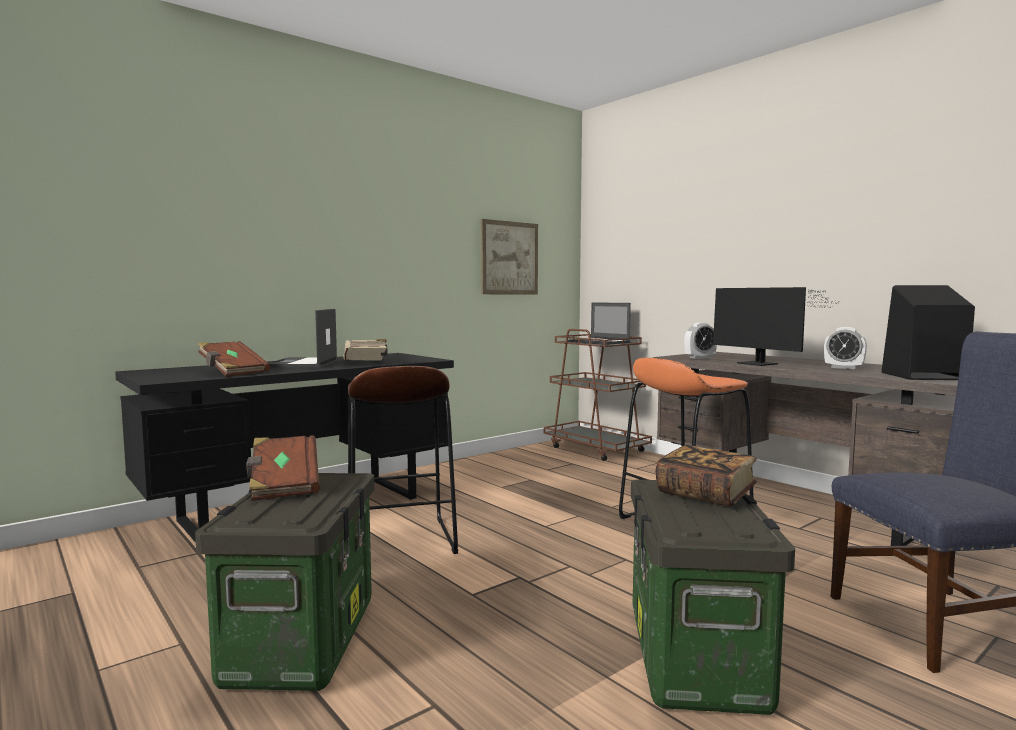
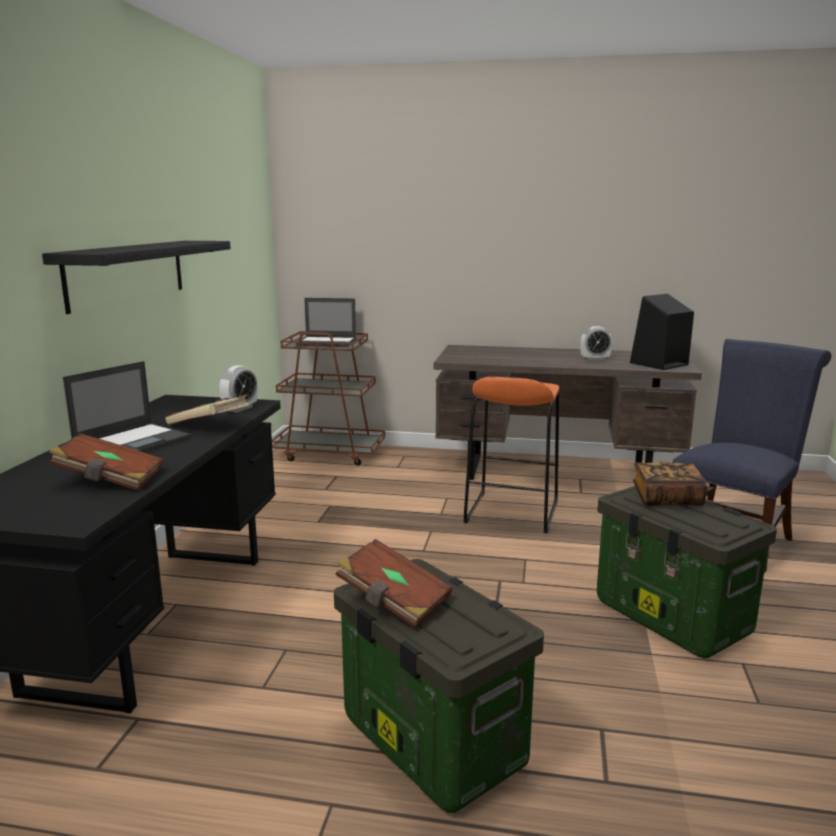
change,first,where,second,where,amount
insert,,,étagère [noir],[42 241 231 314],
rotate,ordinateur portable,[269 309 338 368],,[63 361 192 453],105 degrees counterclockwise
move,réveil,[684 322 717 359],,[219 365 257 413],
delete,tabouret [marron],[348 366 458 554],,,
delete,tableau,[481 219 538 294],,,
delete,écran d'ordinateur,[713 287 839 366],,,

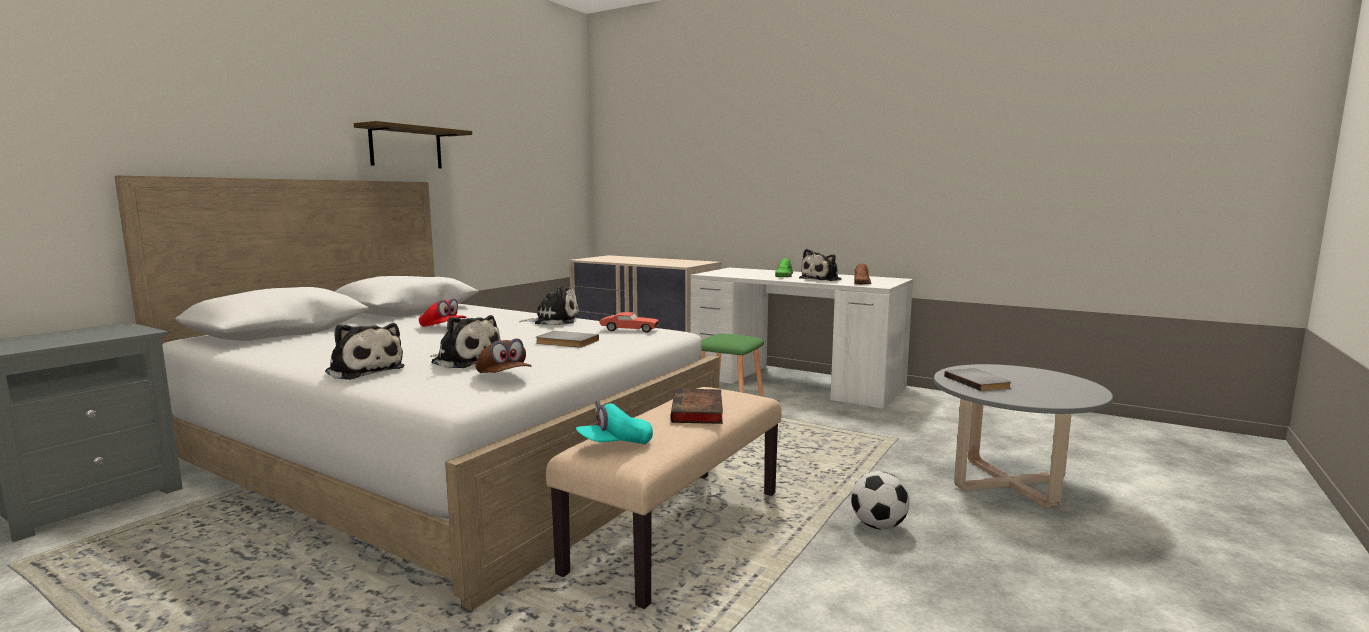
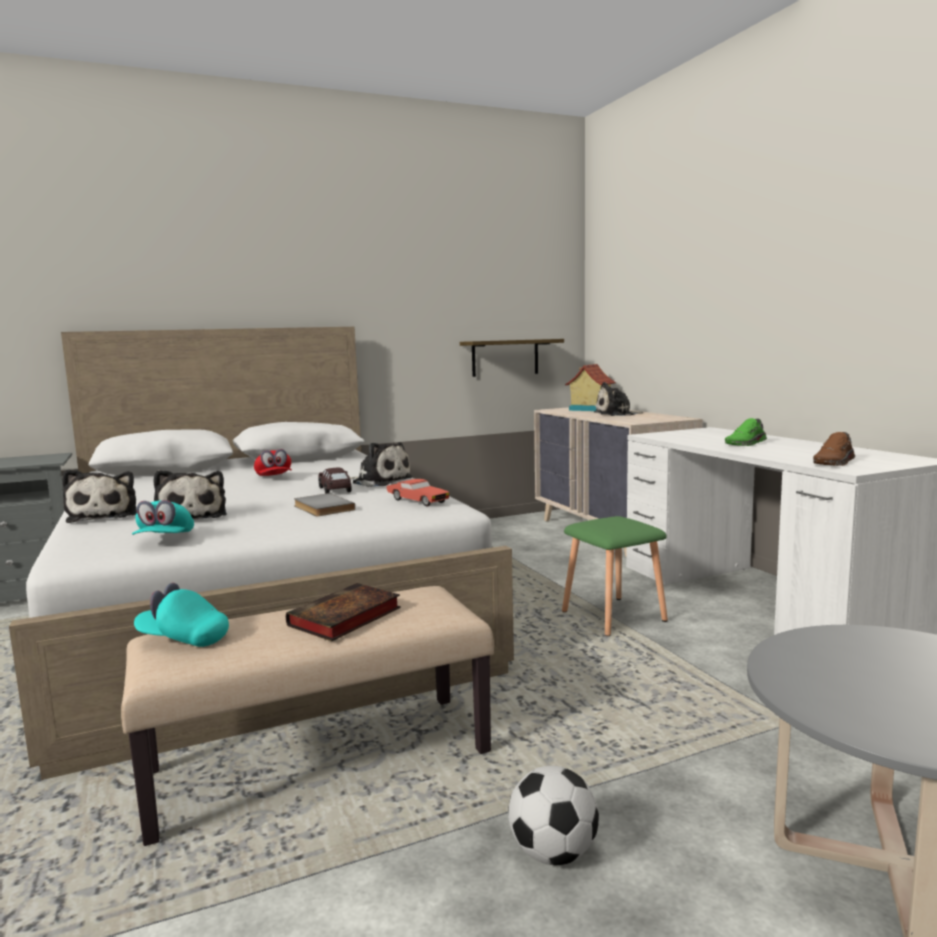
change,first,where,second,where,amount
recolor,casquette [marron],[475 338 531 373],casquette [turquoise],[132 500 194 535],
insert,,,petite voiture [marron],[318 468 352 494],
move,étagère,[354 121 472 168],,[460 339 564 377],
insert,,,maison miniature,[565 364 616 411],
move,peluche,[799 249 842 281],,[594 382 643 416],
delete,livre [gris],[944 368 1012 391],,,

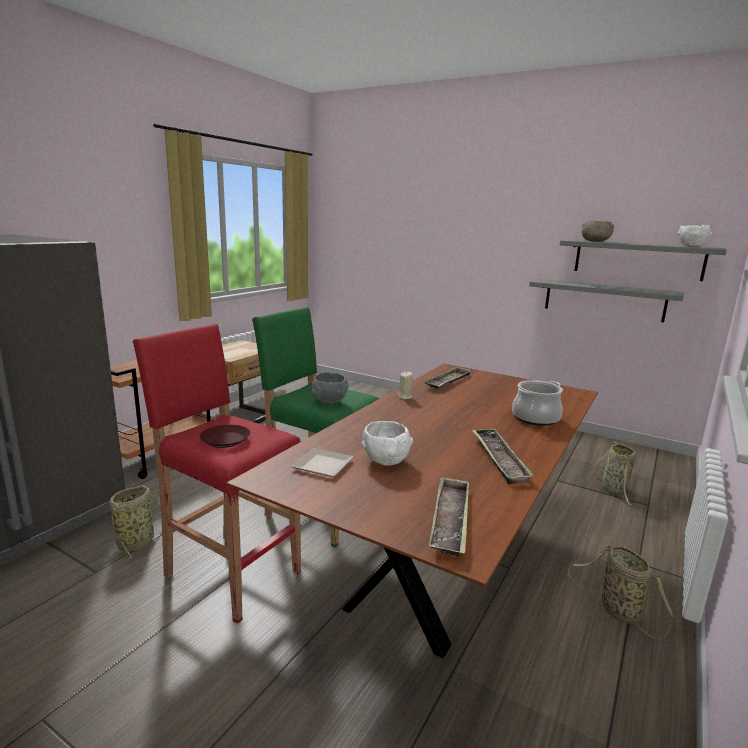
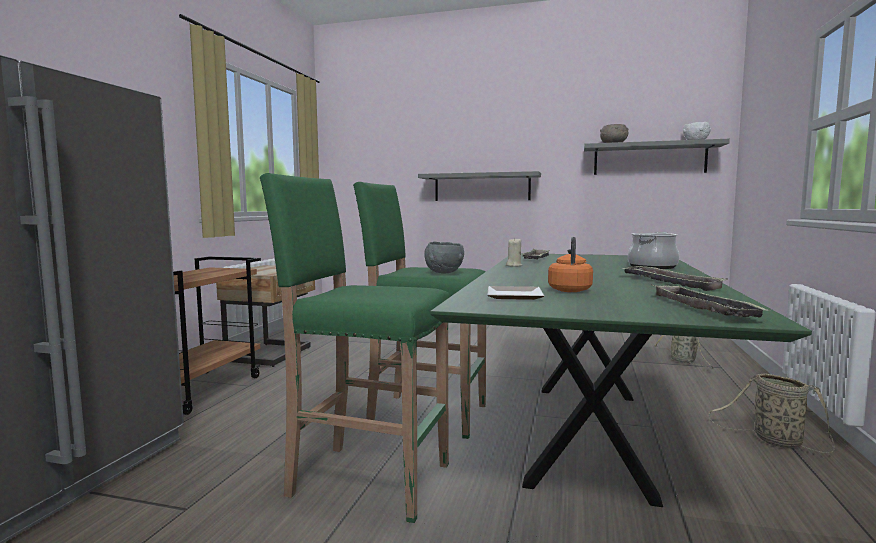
change,first,where,second,where,amount
recolor,tabouret [rouge],[133 324 301 624],tabouret [vert],[260 173 450 523],
move,étagère [gris],[529 279 684 322],,[418 171 541 201],
recolor,table à manger [marron],[226 364 598 658],table à manger [vert],[430 253 812 507],
replace,bol [blanc],[362 421 413 466],bouilloire [orange],[548 237 593 292],
delete,panier,[106 486 161 563],,,
delete,assiette [marron],[199 425 250 448],,,

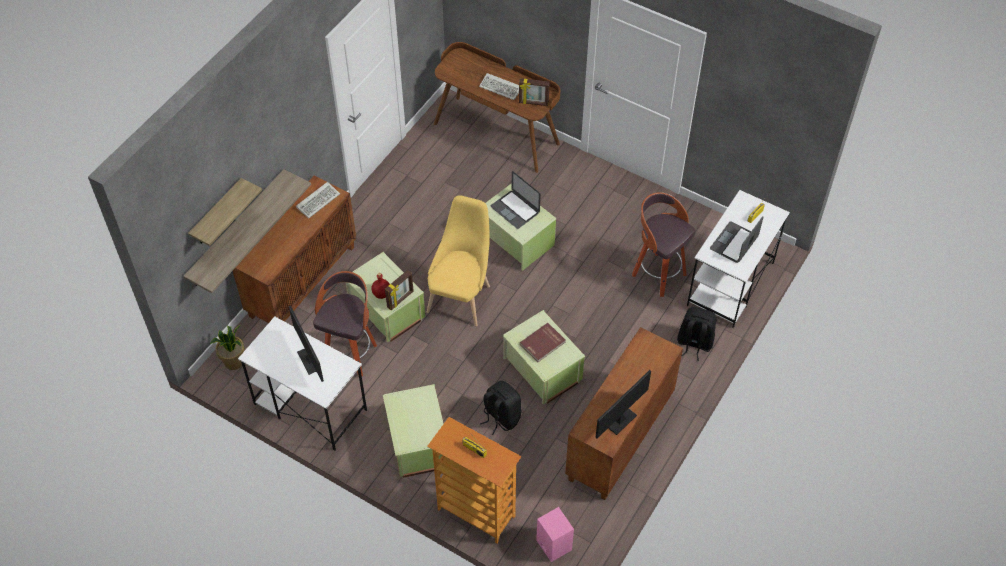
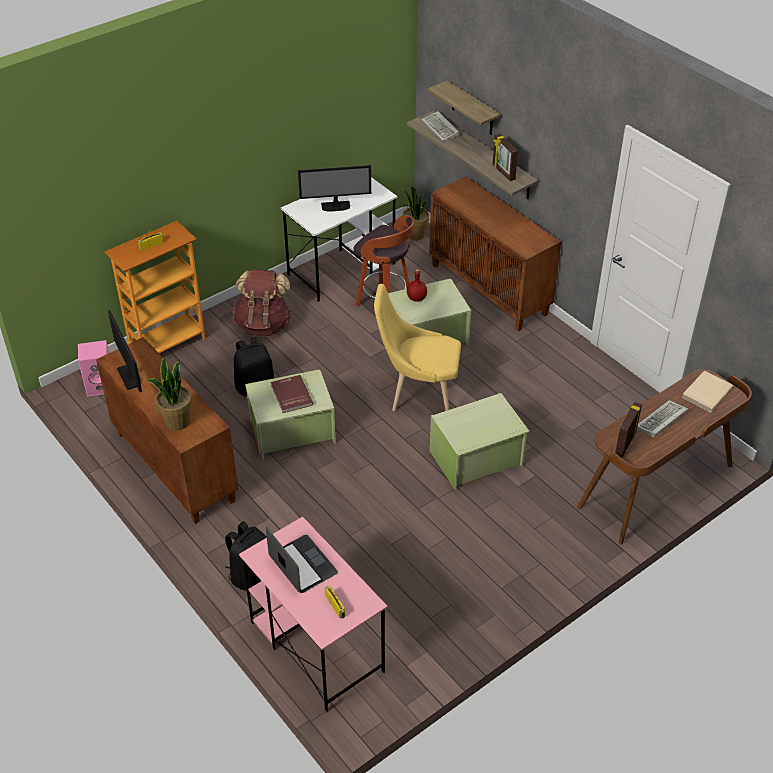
change,first,where,second,where,amount
insert,,,plante en pot,[147 357 192 431],
replace,boîte de rangement [vert],[383 384 444 478],sac à dos [marron],[232 269 292 336],
recolor,bureau [blanc],[687 190 790 328],bureau [rose],[239 516 388 712],
rotate,chaise [jaune],[427 195 490 326],,[374 284 461 411],150 degrees clockwise
move,clavier,[296 182 340 218],,[421 111 460 141],
move,cadre photo,[385 270 414 310],,[493 134 518 181],
insert,,,livre [beige],[682 371 734 412],
delete,ordinateur portable,[491 171 541 229],,,
delete,tabouret,[632 192 695 297],,,

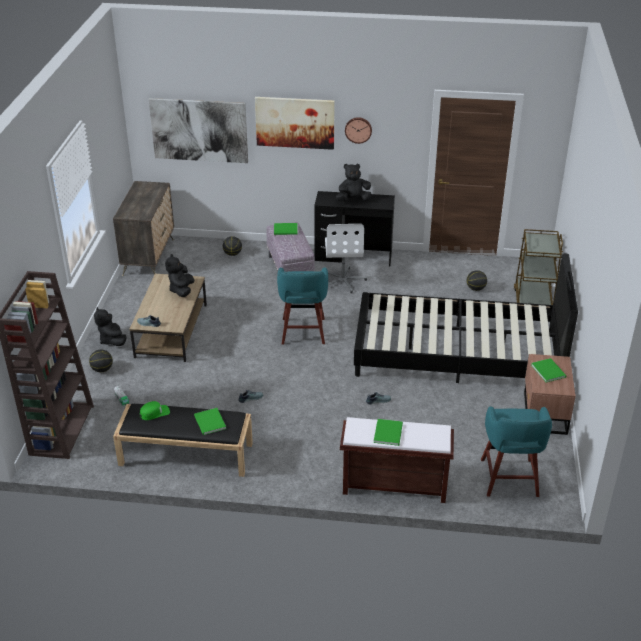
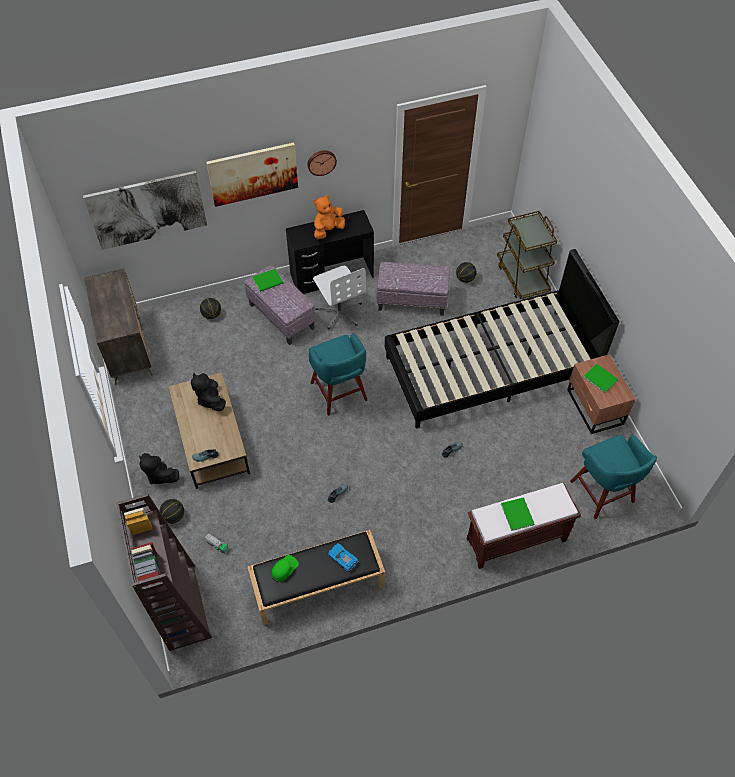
change,first,where,second,where,amount
recolor,peluche [noir],[336 164 372 202],peluche [orange],[314 195 345 239],
replace,livre [vert],[194 408 226 435],petite voiture,[327 544 359 573],
insert,,,pouf,[376 262 450 316],

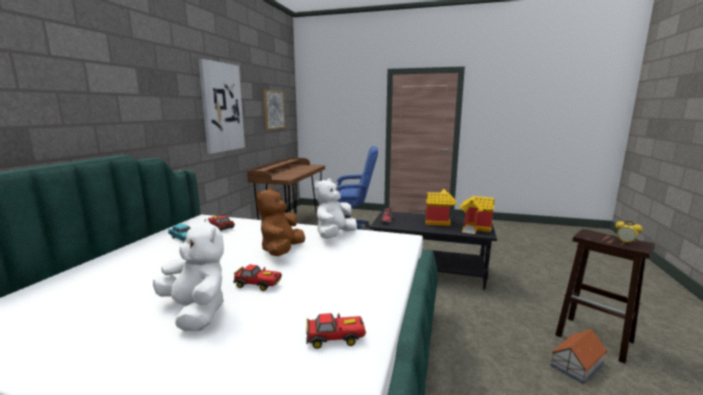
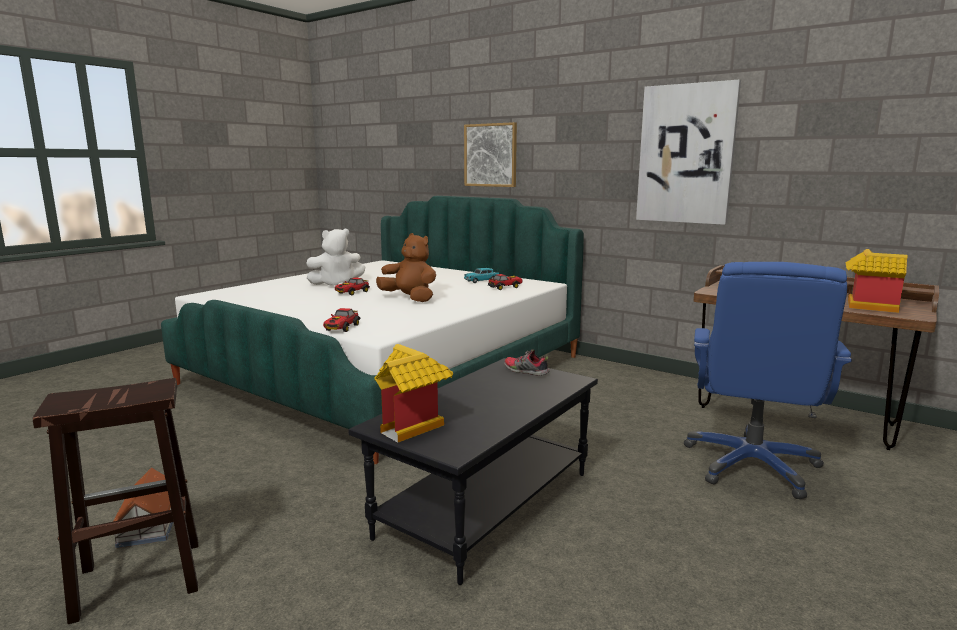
change,first,where,second,where,amount
move,petite voiture,[307 313 366 349],,[323 308 360 332],
move,tableau,[263 90 285 130],,[464 122 517 187],
move,maison miniature,[426 189 457 226],,[845 249 908 313],
delete,peluche [blanc],[314 179 357 239],,,
delete,réveil,[615 220 643 244],,,

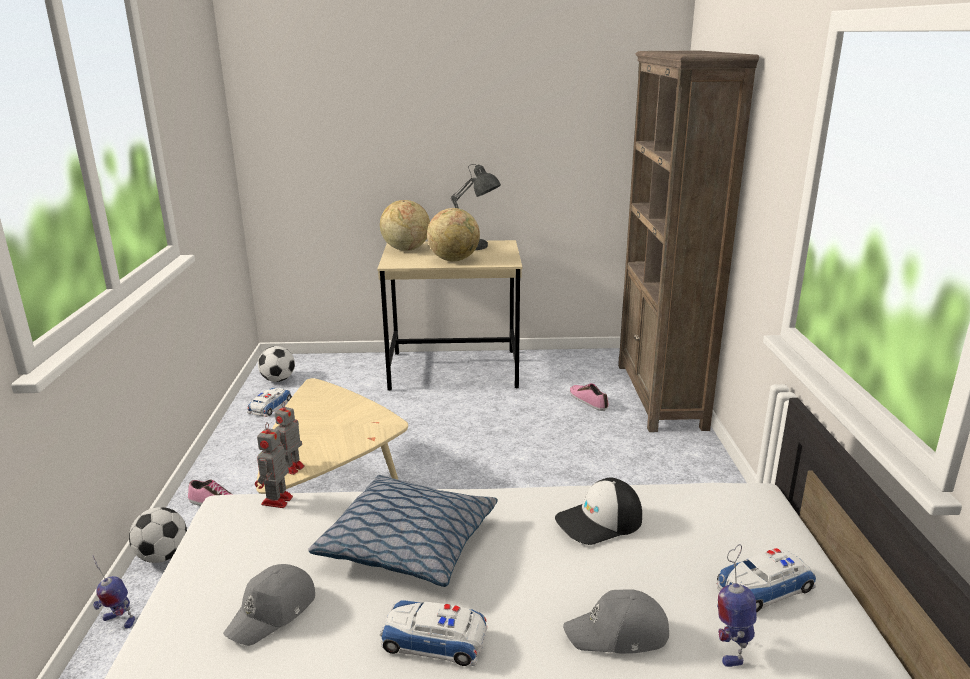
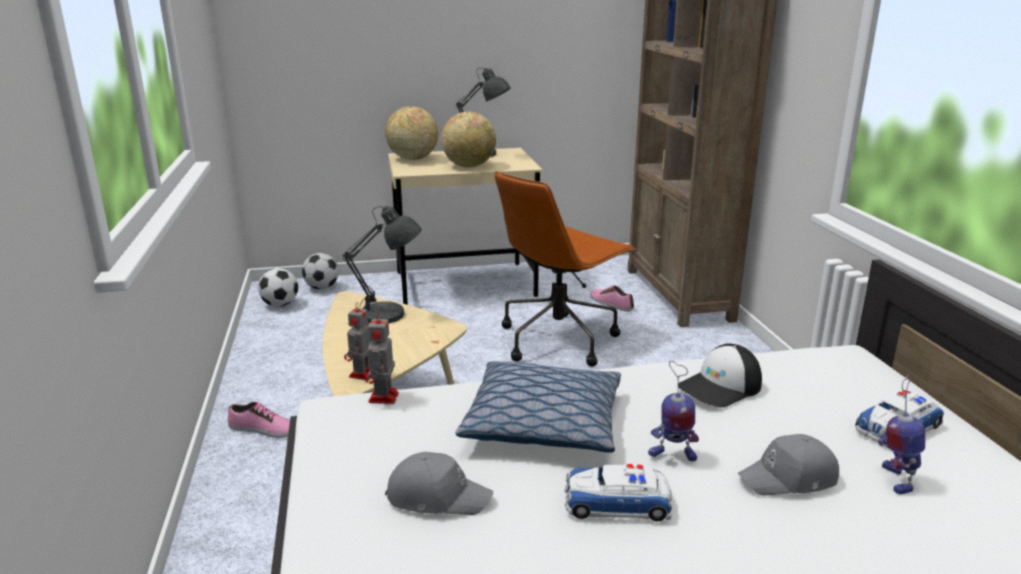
change,first,where,second,where,amount
move,ballon de foot,[129 507 187 563],,[302 253 339 289],
insert,,,lampe de table [gris],[342 206 422 324],
rotate,casquette [gris],[223 564 315 646],,[385 452 493 515],105 degrees counterclockwise
insert,,,chaise de bureau [marron],[495 171 636 367],
move,robot jouet,[93 556 135 629],,[648 361 699 461],
delete,petite voiture,[247 388 292 417],,,

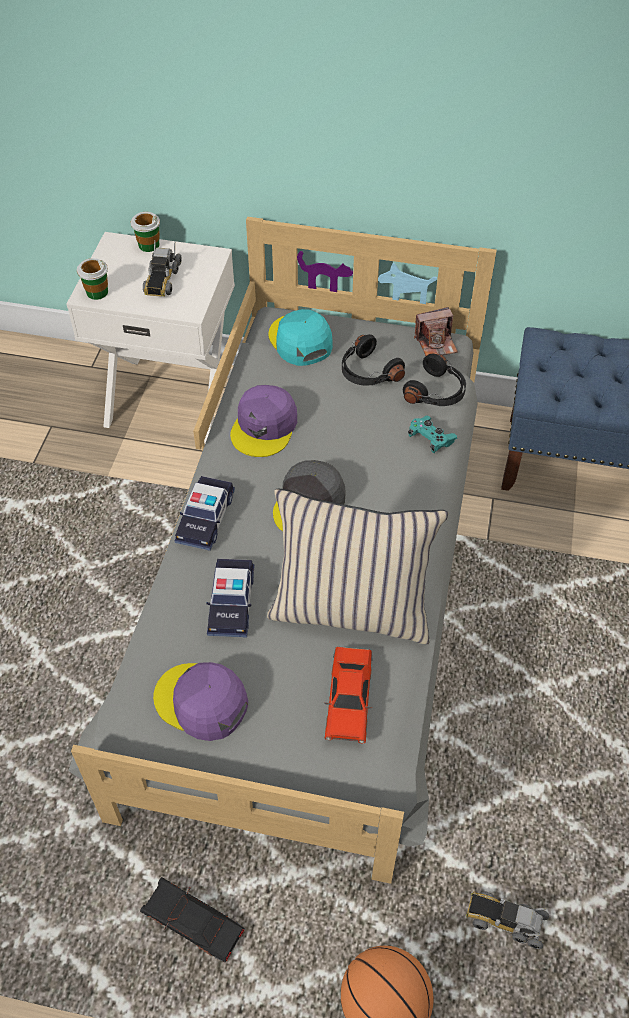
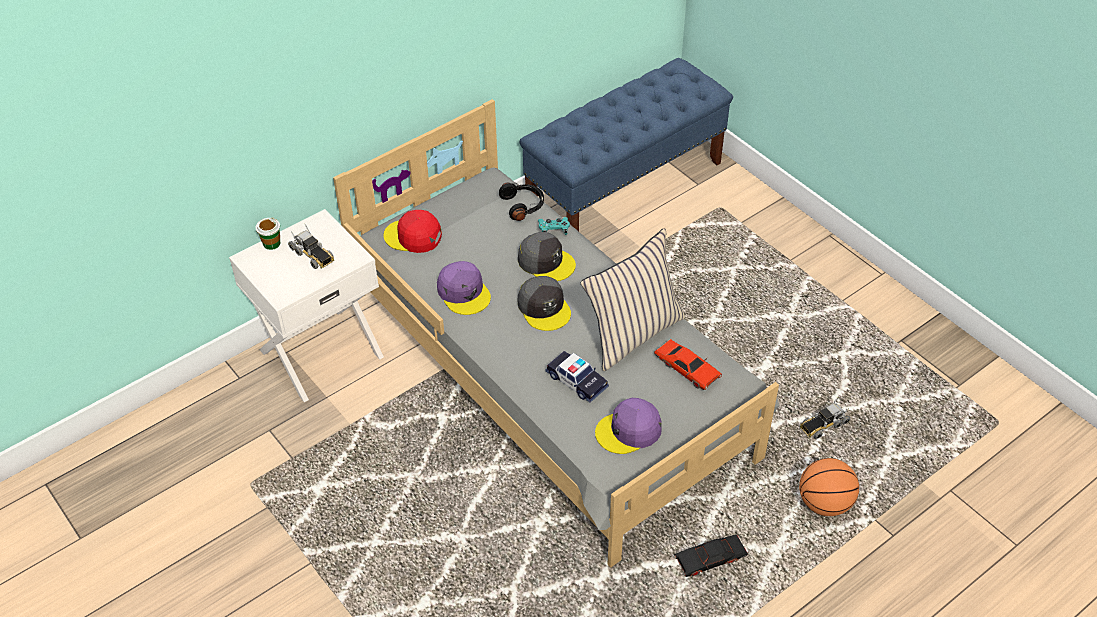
change,first,where,second,where,amount
recolor,casquette [turquoise],[268 309 333 366],casquette [rouge],[384 210 442 253],
insert,,,casquette [gris],[518 232 576 281],
delete,tasse,[77 258 108 300],,,
delete,petite voiture,[175 476 235 551],,,
delete,casque audio [noir],[342 334 405 386],,,
delete,appareil photo,[414 307 458 356],,,

